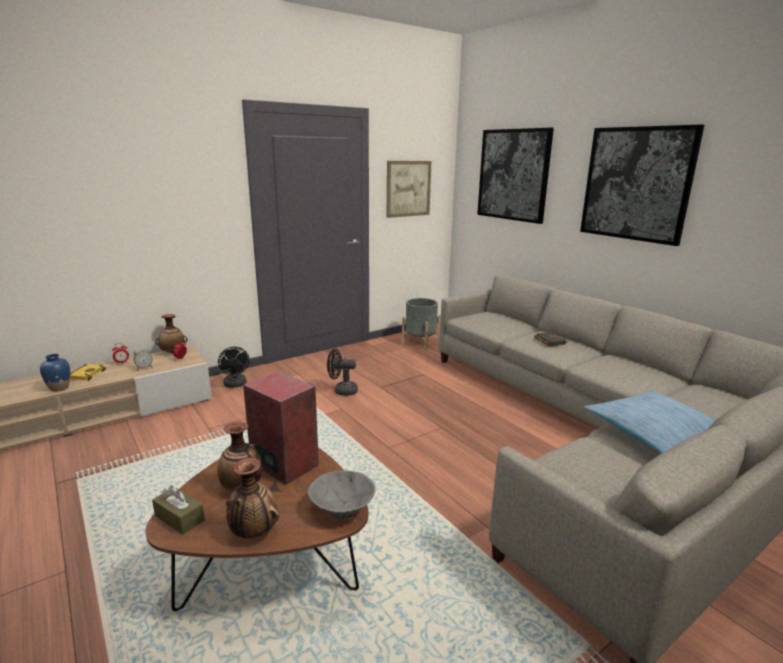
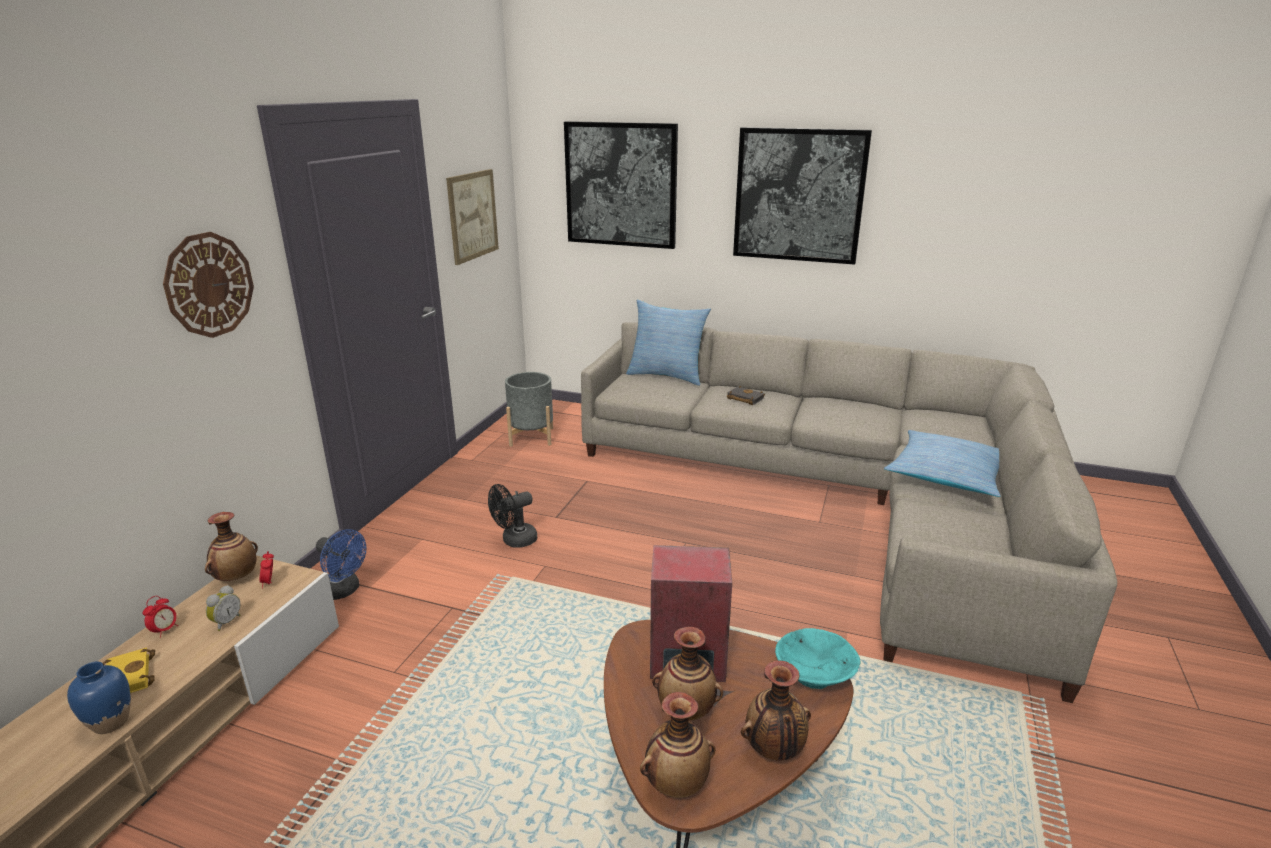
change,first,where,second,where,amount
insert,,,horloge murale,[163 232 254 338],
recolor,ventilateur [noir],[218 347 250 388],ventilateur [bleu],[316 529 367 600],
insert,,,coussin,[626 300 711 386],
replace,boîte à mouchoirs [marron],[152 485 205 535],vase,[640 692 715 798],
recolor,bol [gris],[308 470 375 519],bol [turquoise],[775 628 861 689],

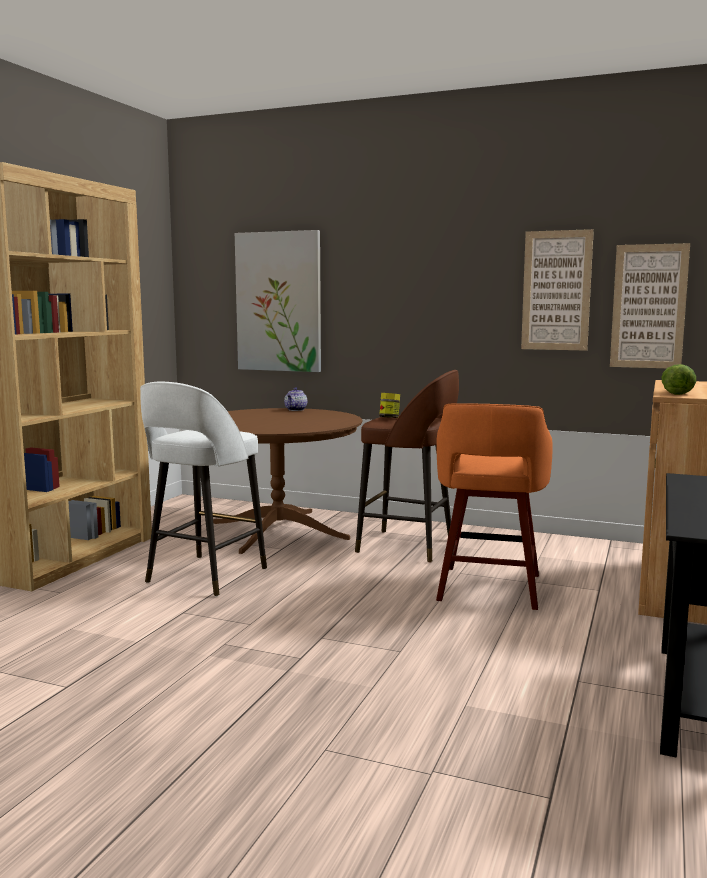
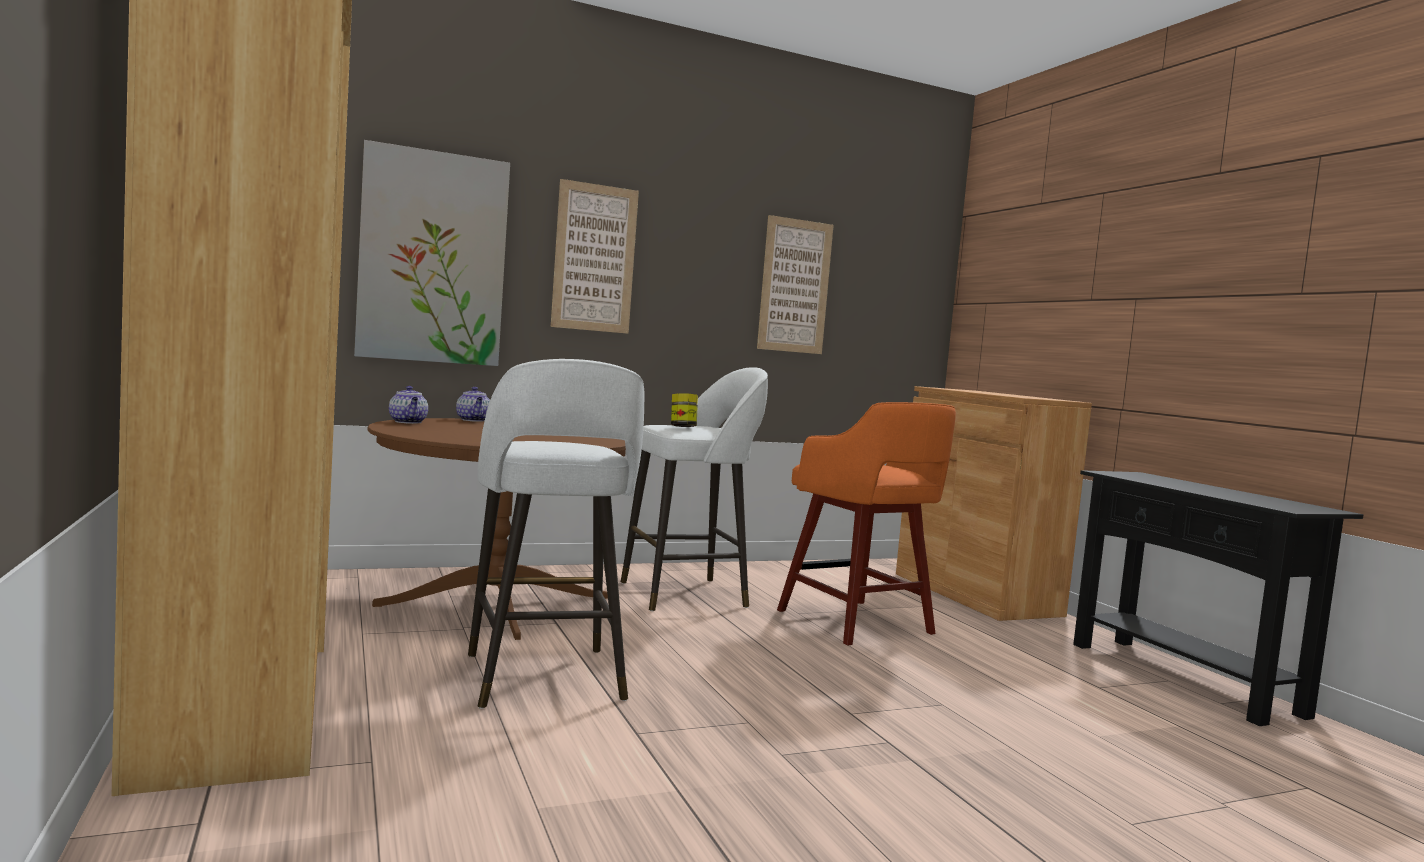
change,first,where,second,where,amount
insert,,,théière,[389 386 428 424],
move,tableau,[610 243 690 368],,[551 179 639 334],
recolor,tabouret [marron],[355 370 459 562],tabouret [blanc],[621 367 768 611],
delete,laitue,[661 364 696 395],,,

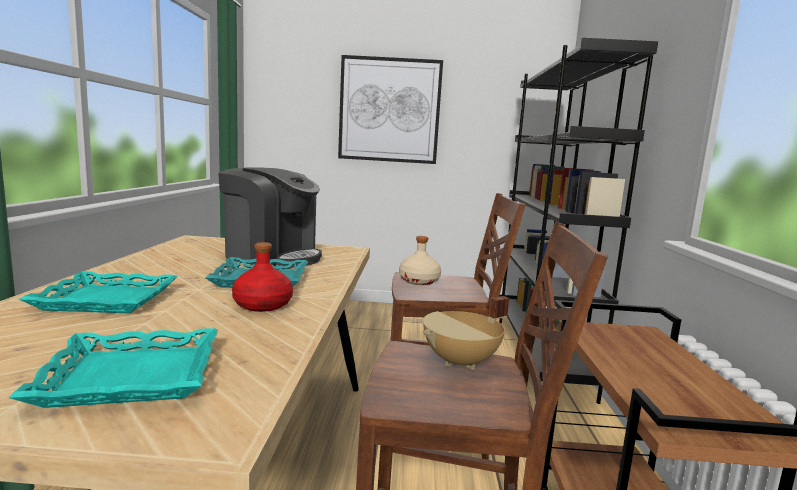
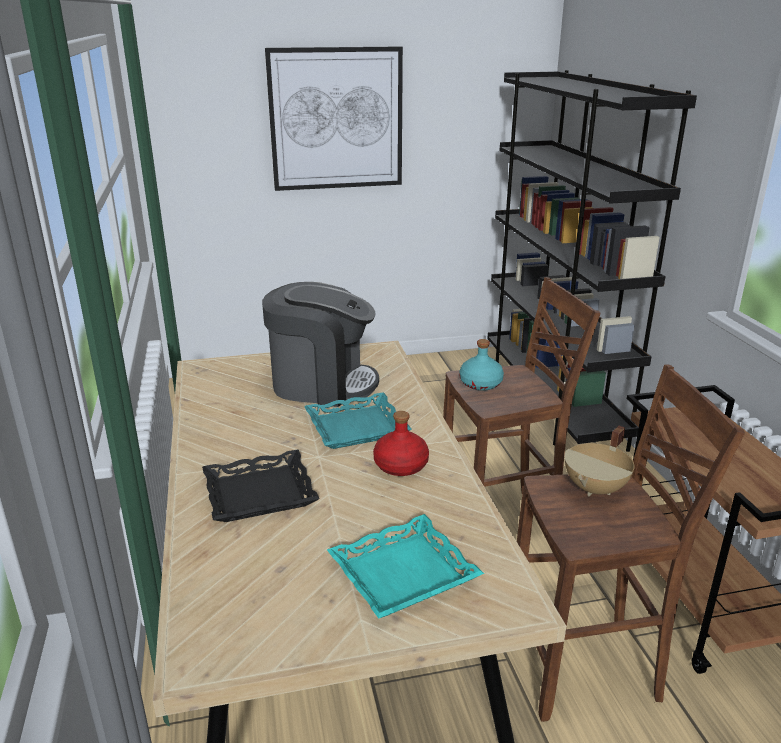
change,first,where,second,where,amount
recolor,plateau [turquoise],[19 271 178 313],plateau [noir],[202 450 319 522],
recolor,bouteille [beige],[399 236 441 285],bouteille [turquoise],[460 339 504 391],

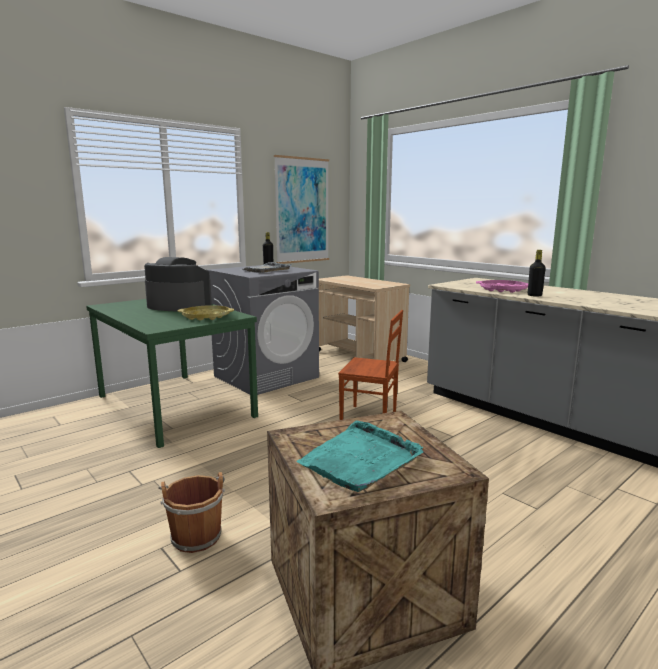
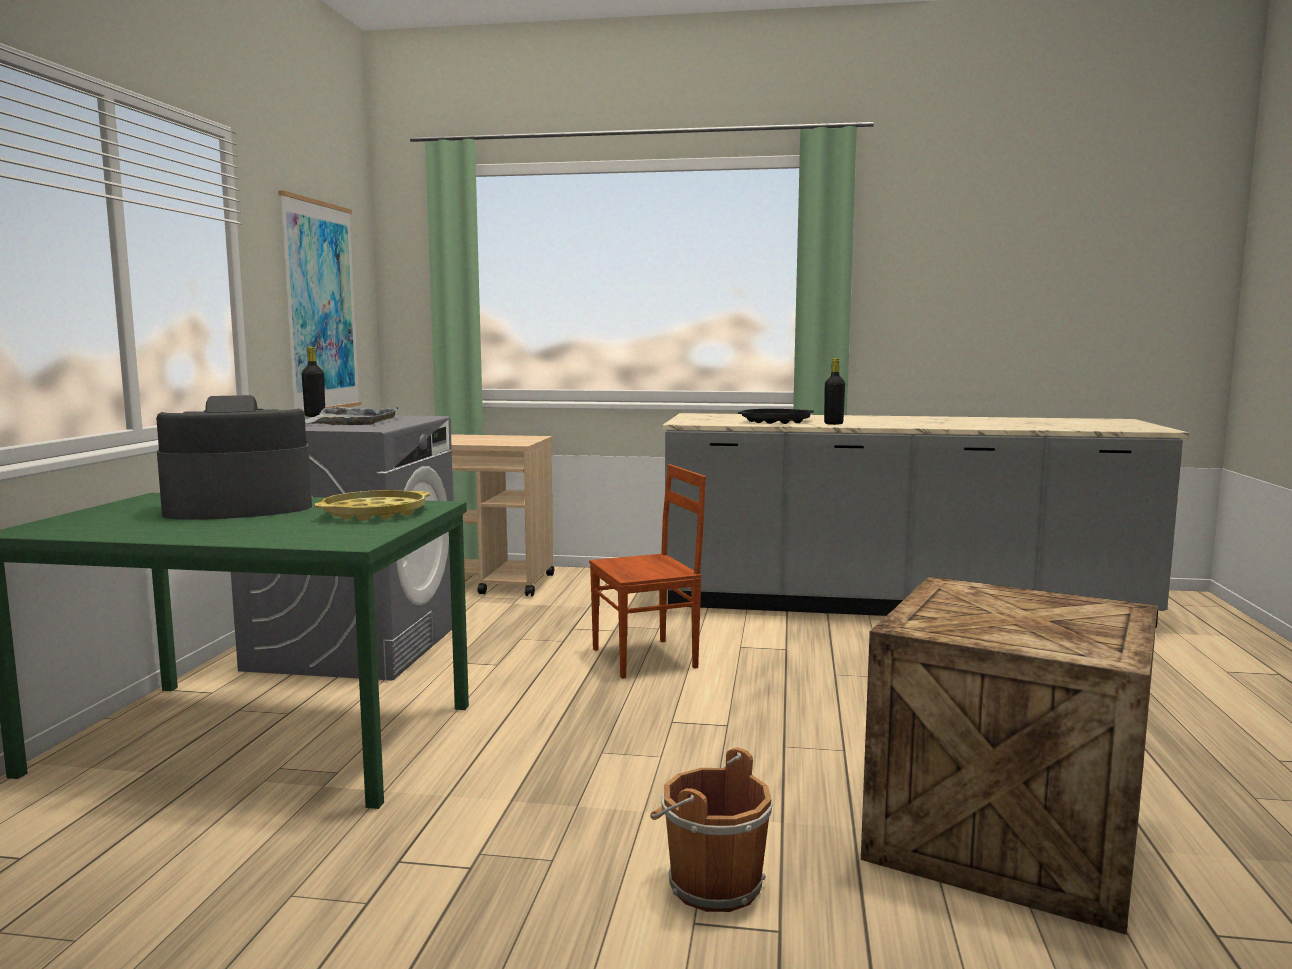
change,first,where,second,where,amount
recolor,plateau [rose],[476 280 528 293],plateau [noir],[738 409 814 424],
delete,plateau [turquoise],[296 420 423 492],,,

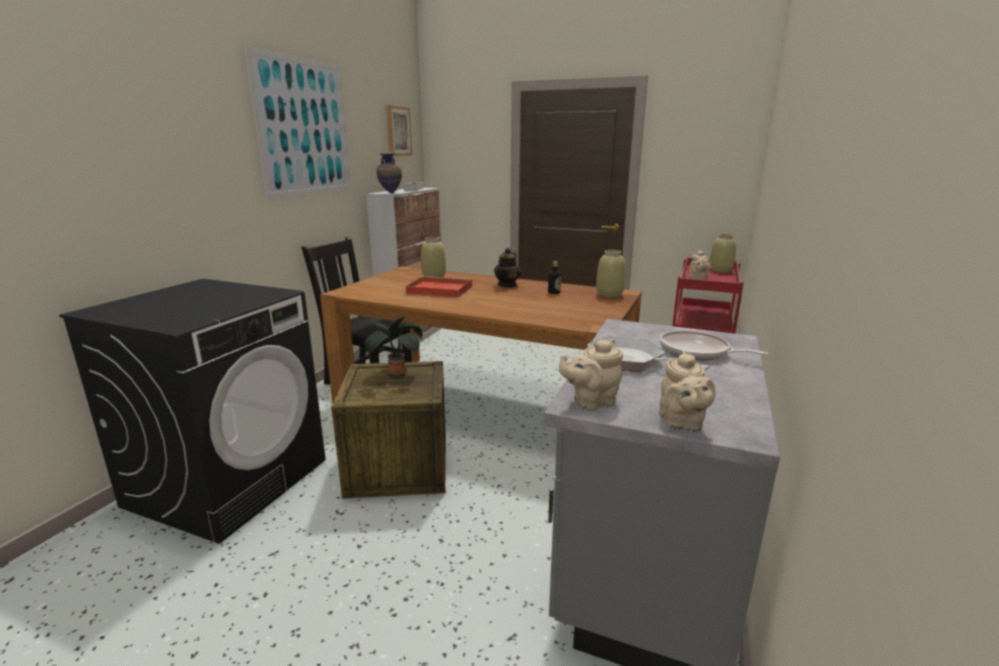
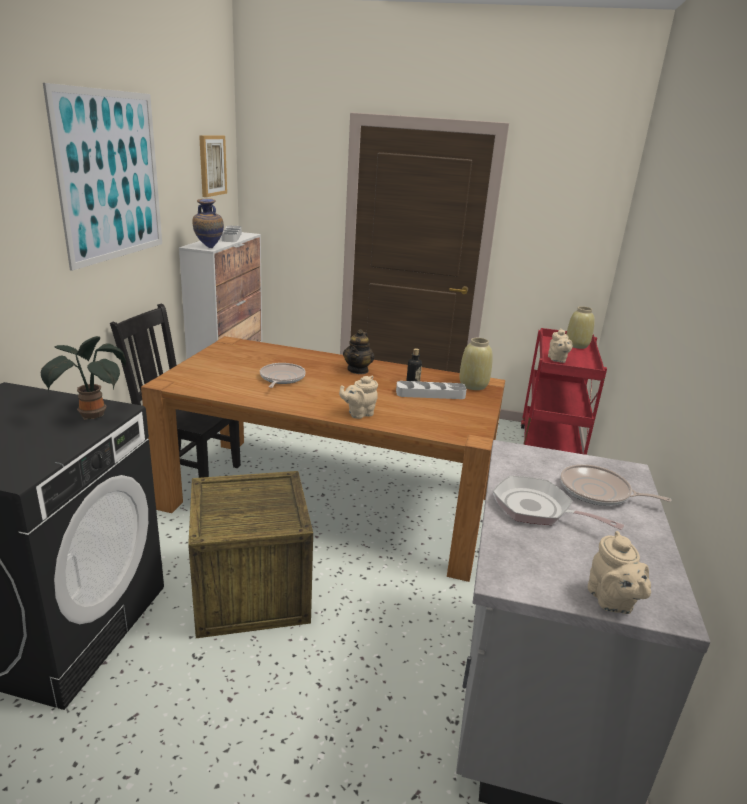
change,first,where,second,where,amount
move,plante en pot,[365 317 423 379],,[41 336 126 420],
replace,plateau [rouge],[406 276 472 298],poêle,[260 363 306 388],
move,théière [beige],[559 339 623 410],,[339 376 378 419],
insert,,,plateau [gris],[396 381 467 399],
delete,vase [beige],[421 237 446 277],,,

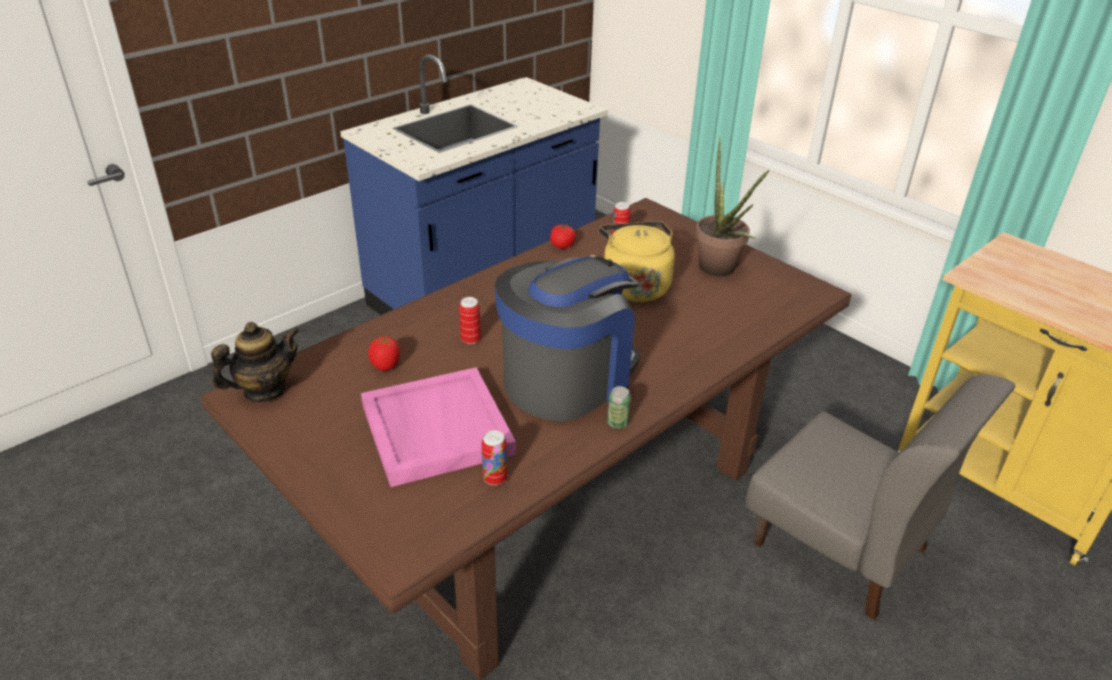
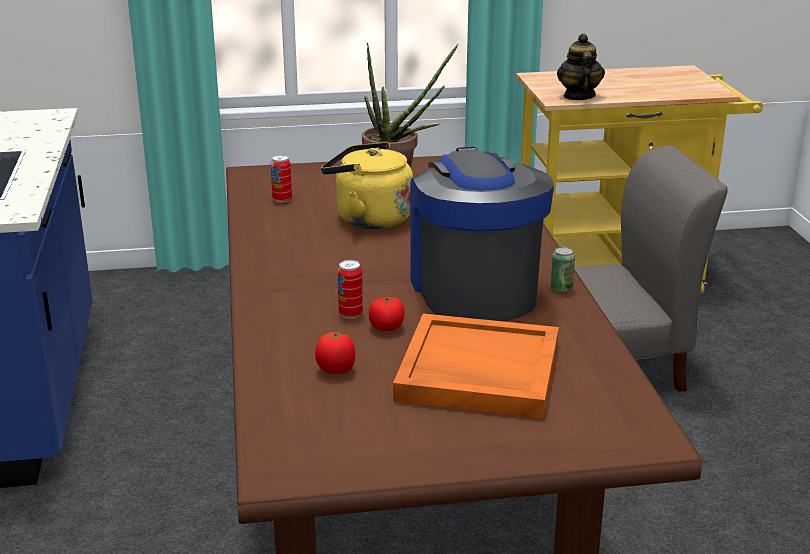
change,first,where,second,where,amount
move,tomate,[550 224 576 249],,[369 296 404 331],
recolor,plateau [rose],[361 367 516 487],plateau [orange],[393 313 559 419],
move,théière,[211 322 299 402],,[557 33 605 100],
delete,boîte métallique,[481 430 507 485],,,

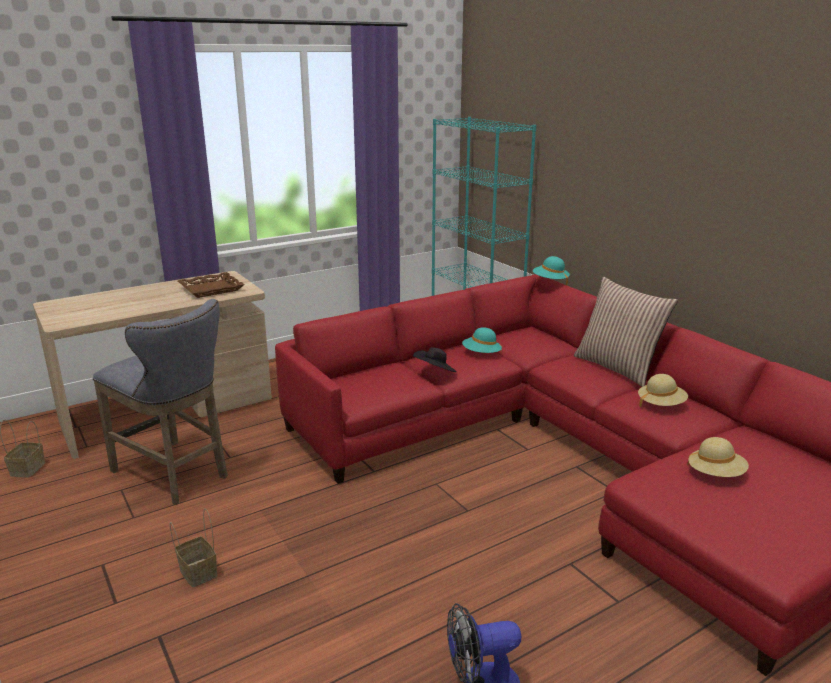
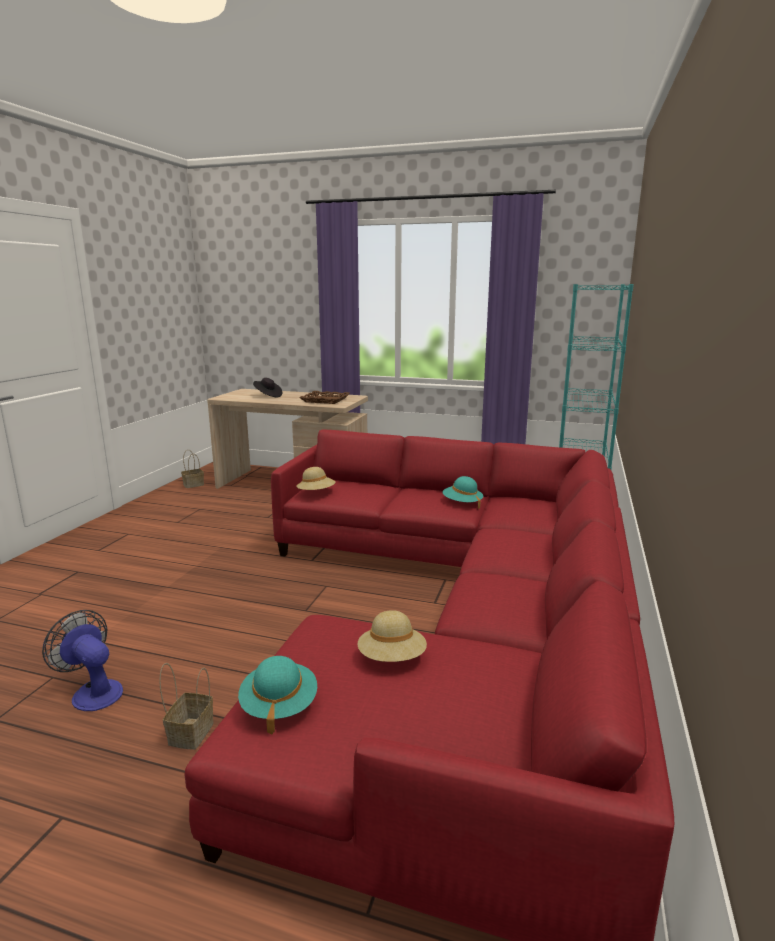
change,first,where,second,where,amount
move,panier,[170 509 217 587],,[159 663 214 750],
move,chapeau [turquoise],[533 256 570 285],,[238 656 317 735],
move,chapeau [noir],[413 347 457 372],,[253 378 282 398],
move,chapeau [beige],[638 374 688 408],,[296 467 336 490],
delete,tabouret [gris],[93 299 228 505],,,
delete,coussin,[574 277 678 387],,,

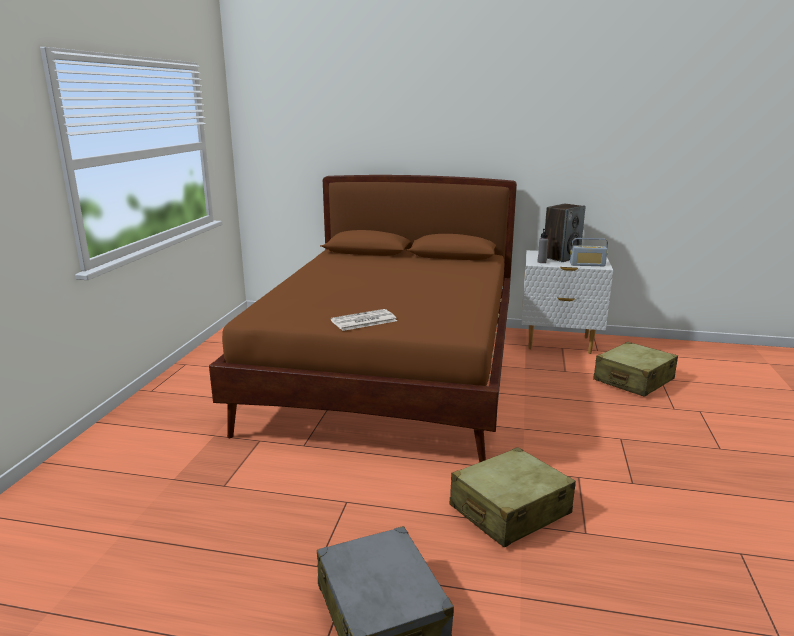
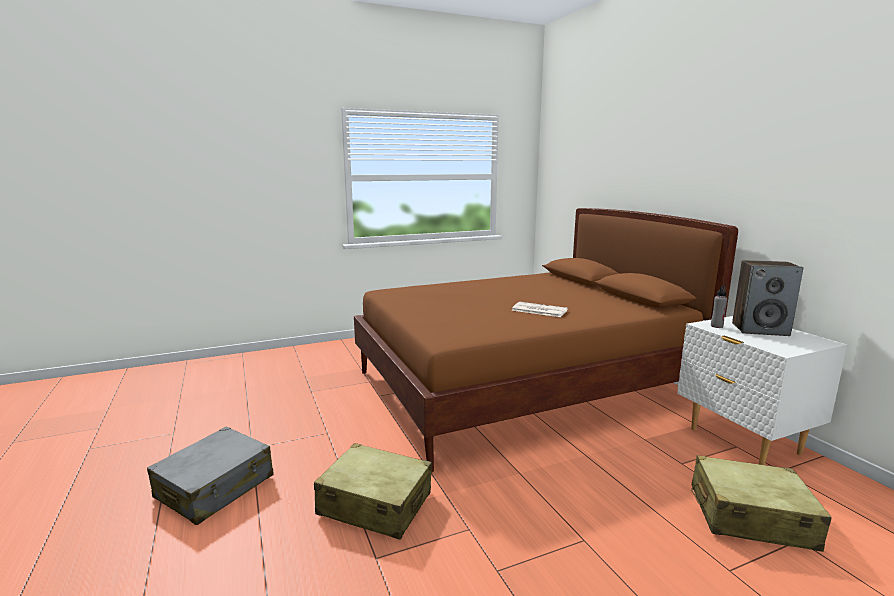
change,first,where,second,where,amount
move,journal,[331 309 397 331],,[511 302 568 317],
delete,radio,[570 238 608 266],,,

